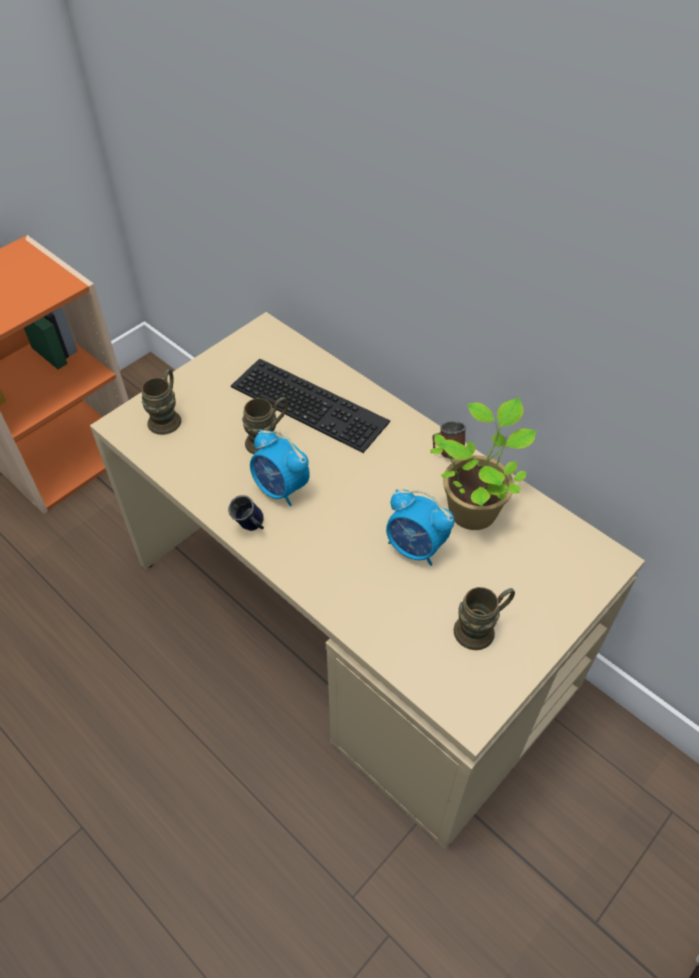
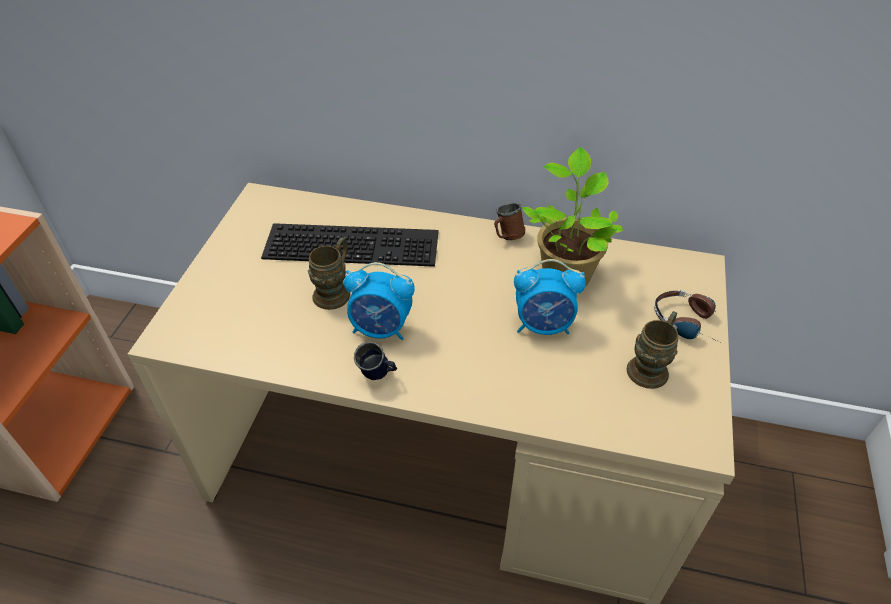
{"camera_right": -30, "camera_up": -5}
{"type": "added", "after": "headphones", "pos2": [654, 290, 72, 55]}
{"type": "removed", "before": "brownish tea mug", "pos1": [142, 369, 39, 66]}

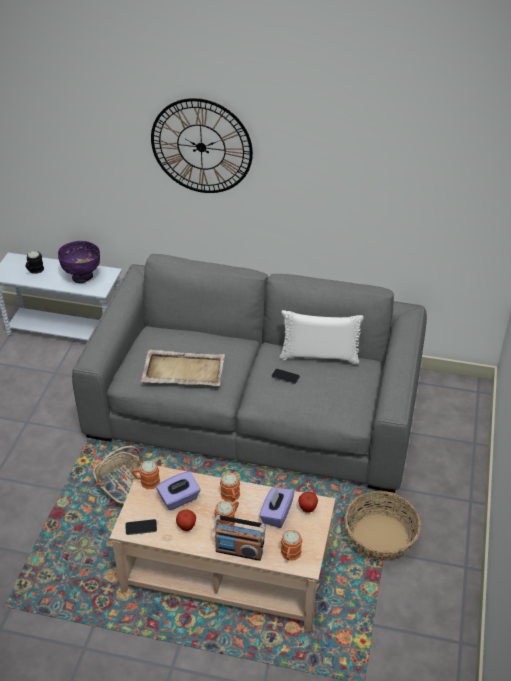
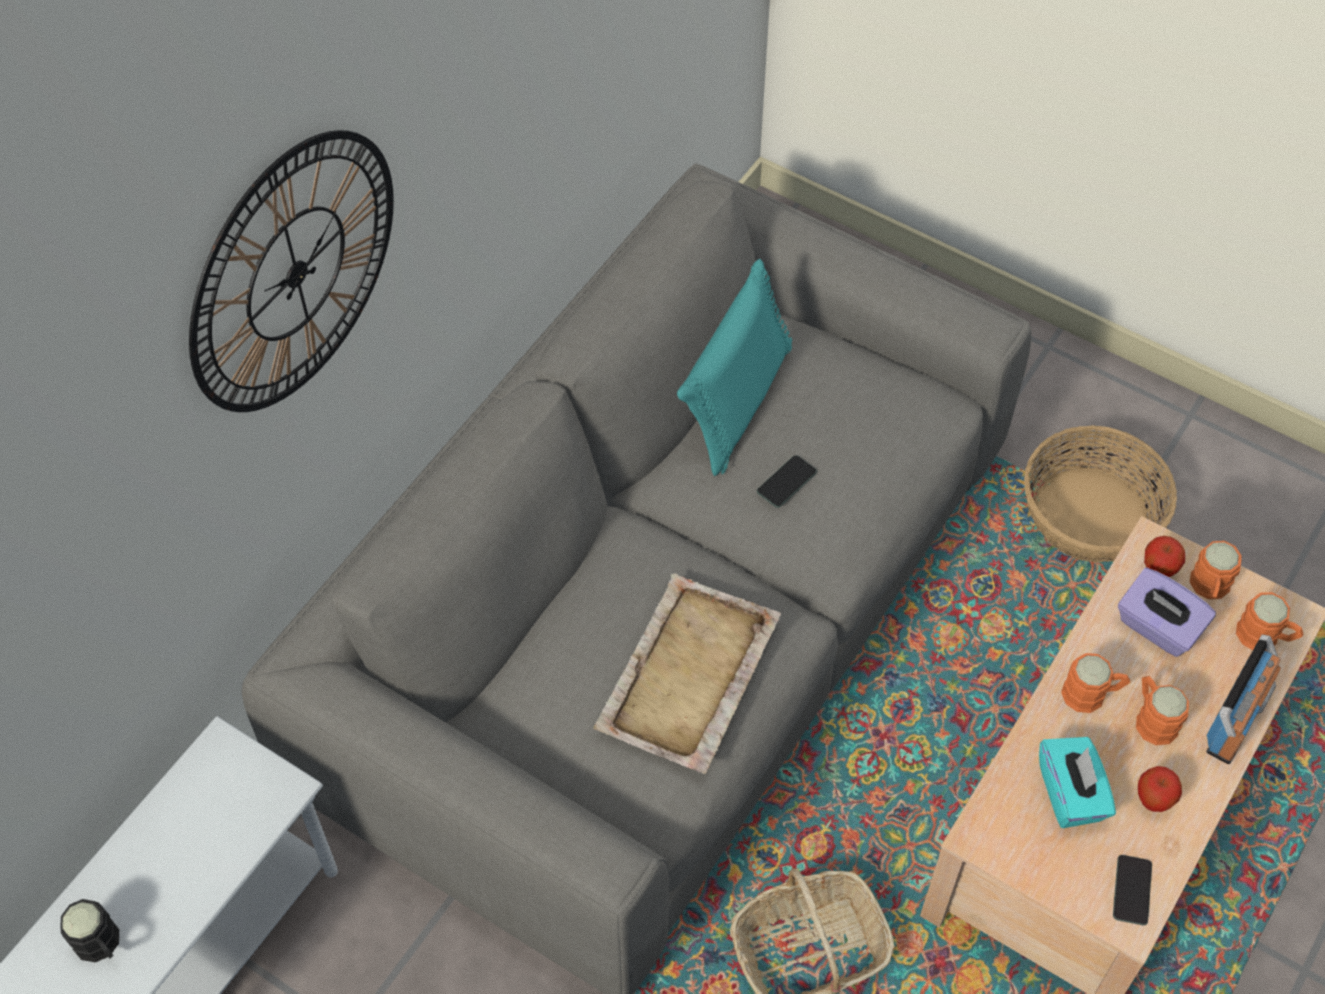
{"camera_right": -70, "camera_up": 15}
{"type": "recoloured", "before": "white throw pillow", "after": "turquoise-coloured throw pillow", "pos1": [279, 310, 85, 54], "pos2": [677, 259, 115, 217]}
{"type": "recoloured", "before": "purple tissue box", "after": "turquoise-coloured tissue box", "pos1": [156, 471, 45, 39], "pos2": [1039, 737, 77, 91]}
{"type": "moved", "before": "orange tea mug", "pos1": [131, 461, 29, 28], "pos2": [1190, 541, 52, 58]}
{"type": "removed", "before": "purple serving bowl", "pos1": [58, 241, 42, 42]}

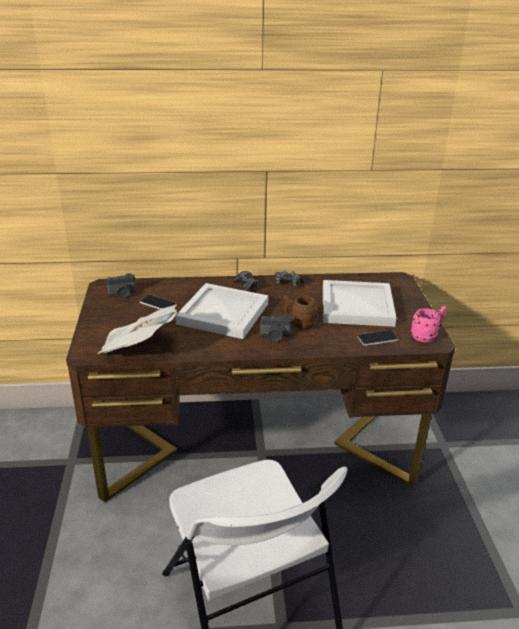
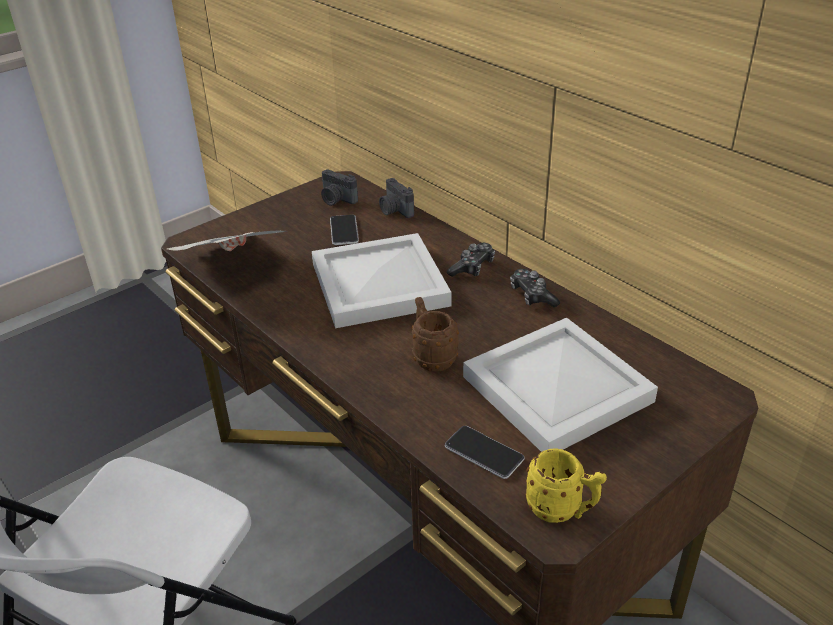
{"camera_right": 55, "camera_up": 5}
{"type": "moved", "before": "photo camera", "pos1": [260, 315, 31, 27], "pos2": [379, 178, 35, 40]}
{"type": "recoloured", "before": "pink tea mug", "after": "yellow tea mug", "pos1": [411, 306, 36, 37], "pos2": [525, 448, 82, 75]}

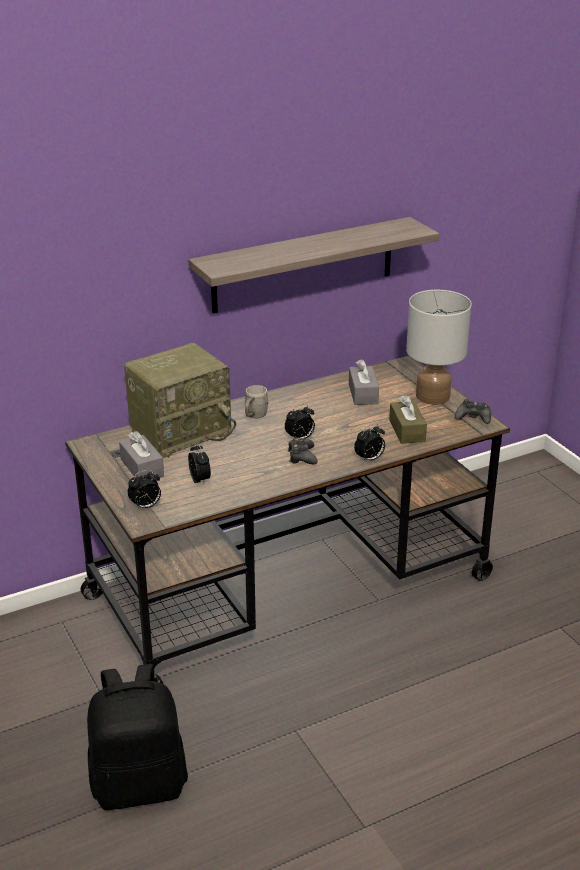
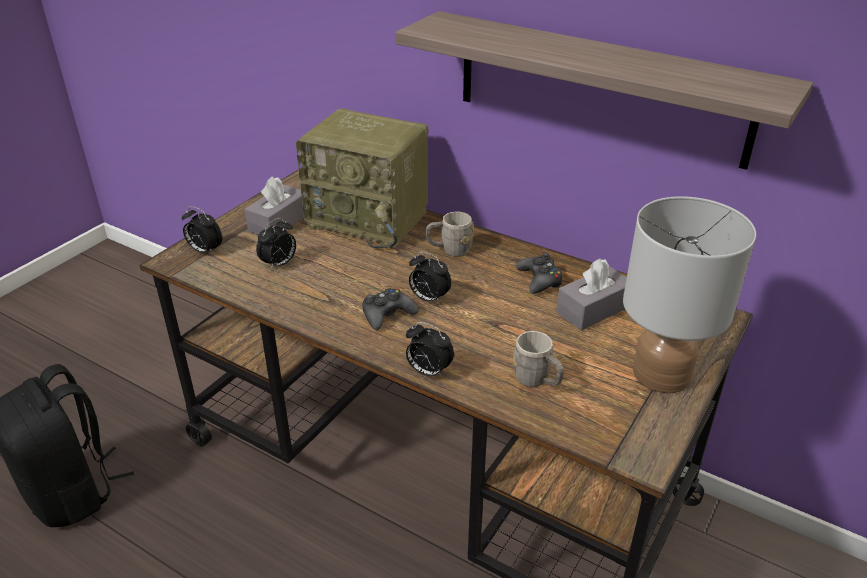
{"camera_right": 60, "camera_up": 5}
{"type": "replaced", "before": "brownish tissue box", "after": "gray tea mug", "pos1": [389, 395, 38, 49], "pos2": [513, 331, 51, 56]}
{"type": "moved", "before": "black-coloured gamepad", "pos1": [455, 399, 36, 25], "pos2": [516, 253, 46, 41]}

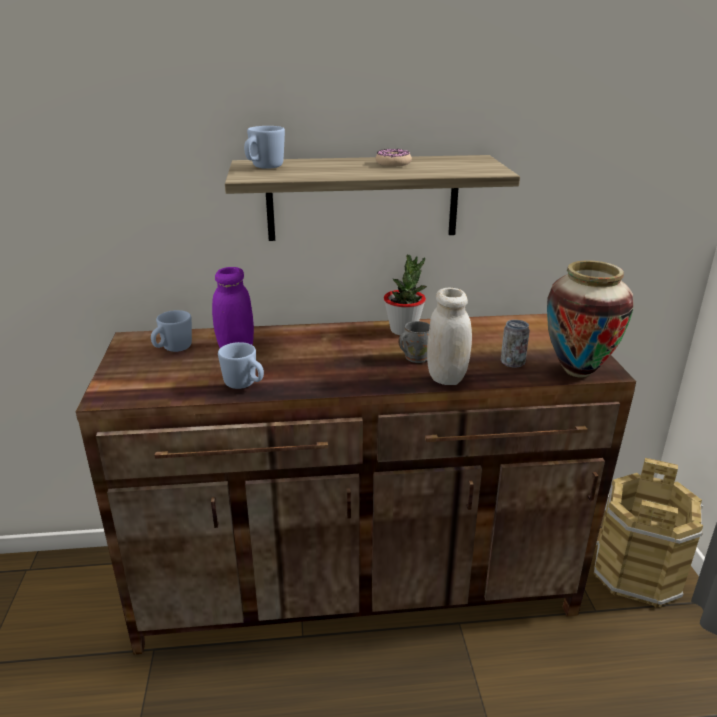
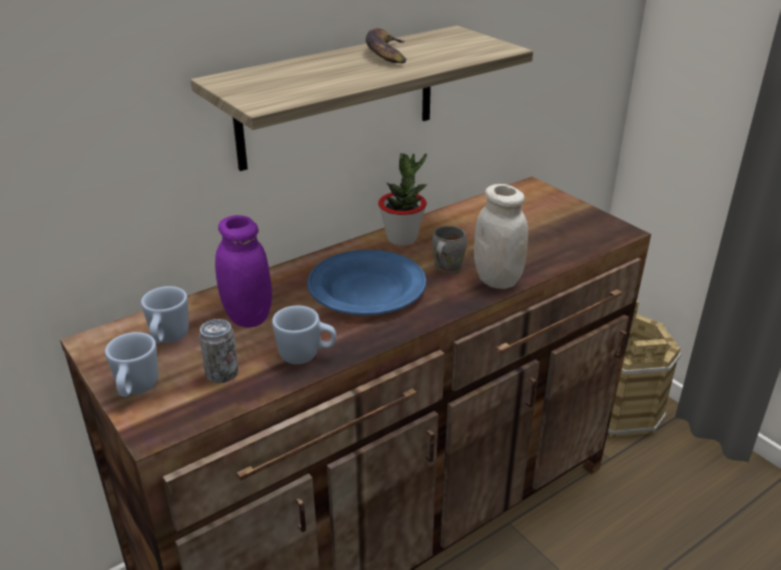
{"camera_right": -30, "camera_up": 5}
{"type": "moved", "before": "bluish tea mug", "pos1": [244, 126, 41, 43], "pos2": [105, 332, 53, 65]}
{"type": "moved", "before": "sealed can", "pos1": [501, 320, 29, 48], "pos2": [199, 319, 40, 64]}
{"type": "added", "after": "bluish dinner plate", "pos2": [308, 250, 118, 65]}
{"type": "replaced", "before": "doughnut", "after": "banana fruit", "pos1": [376, 149, 36, 18], "pos2": [366, 28, 40, 36]}
{"type": "removed", "before": "vase", "pos1": [547, 260, 86, 118]}

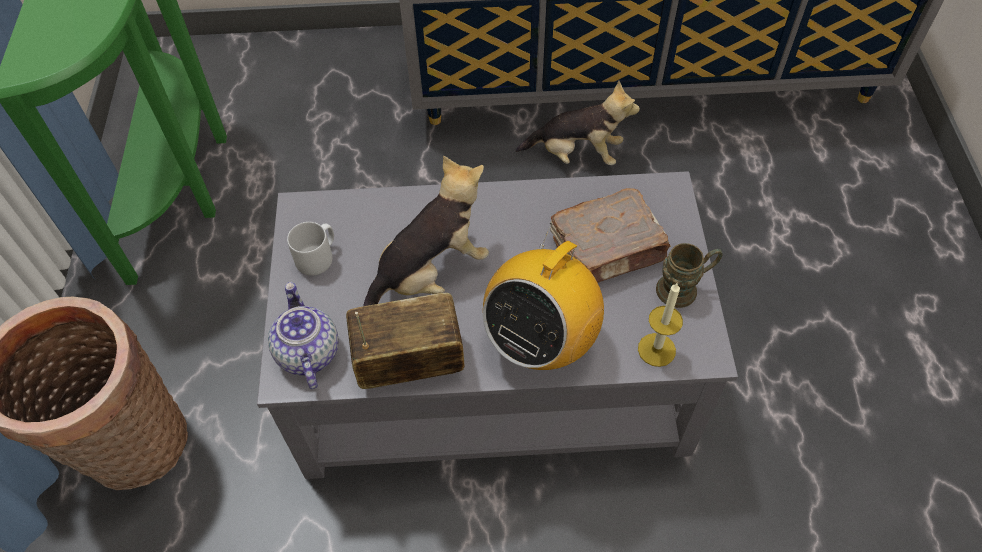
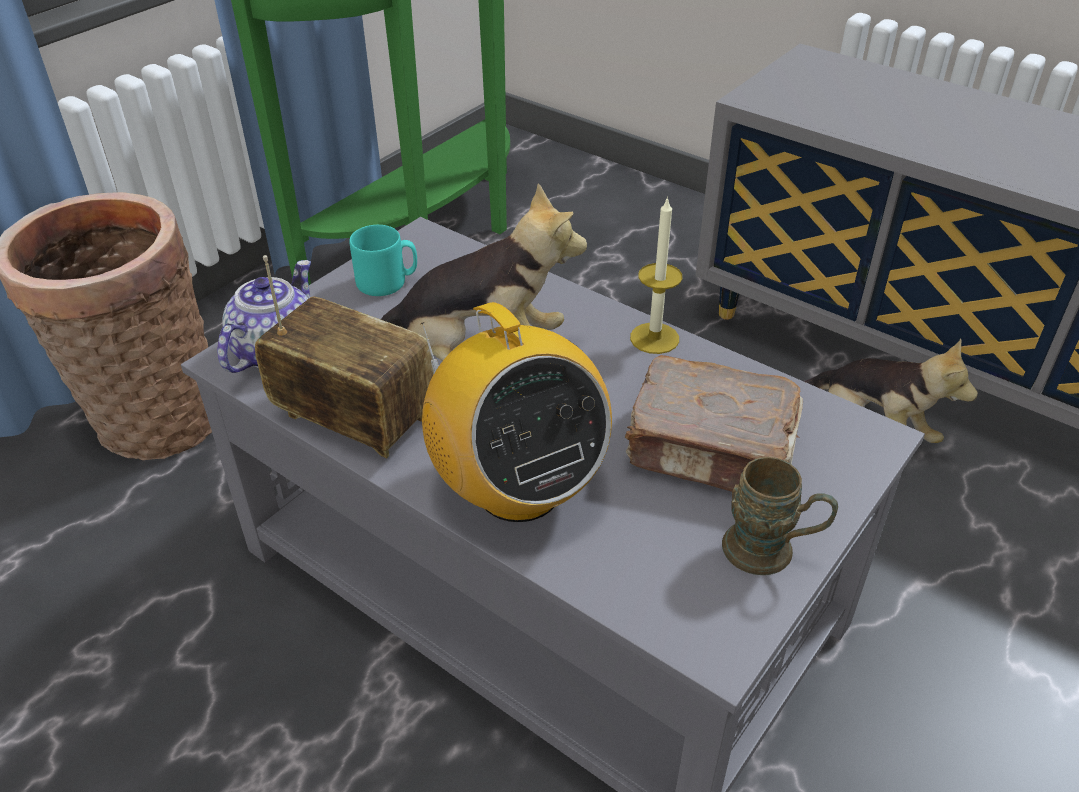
{"camera_right": 40, "camera_up": -15}
{"type": "recoloured", "before": "gray tea mug", "after": "turquoise-coloured tea mug", "pos1": [287, 222, 47, 54], "pos2": [349, 225, 68, 71]}
{"type": "turned", "before": "radio set", "pos1": [483, 223, 121, 147], "pos2": [421, 302, 191, 220], "turn": -105}
{"type": "moved", "before": "candle", "pos1": [638, 283, 45, 84], "pos2": [630, 196, 52, 158]}

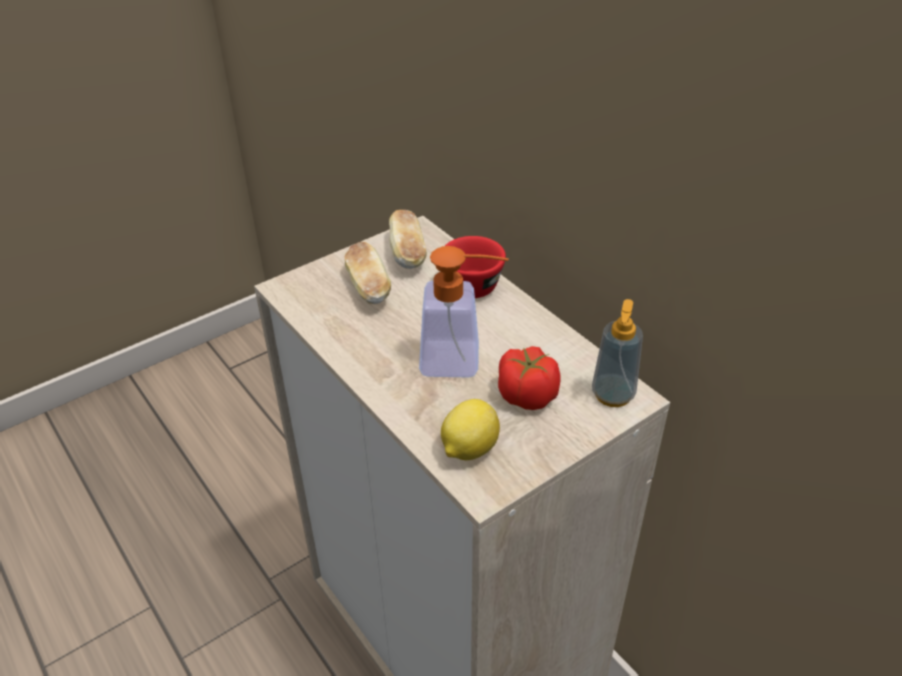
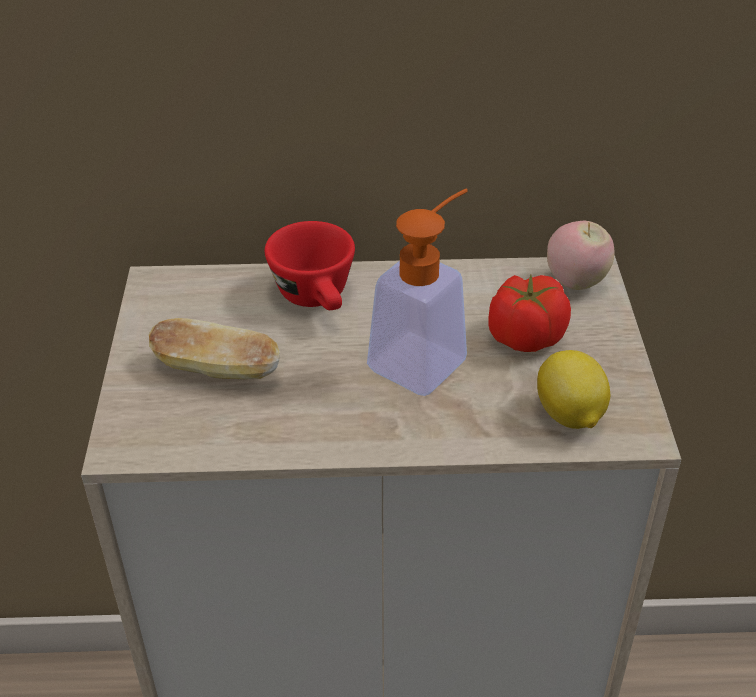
{"camera_right": -55, "camera_up": 0}
{"type": "replaced", "before": "soap bottle", "after": "apple fruit", "pos1": [592, 299, 51, 108], "pos2": [547, 221, 67, 69]}
{"type": "removed", "before": "bread", "pos1": [389, 210, 38, 59]}

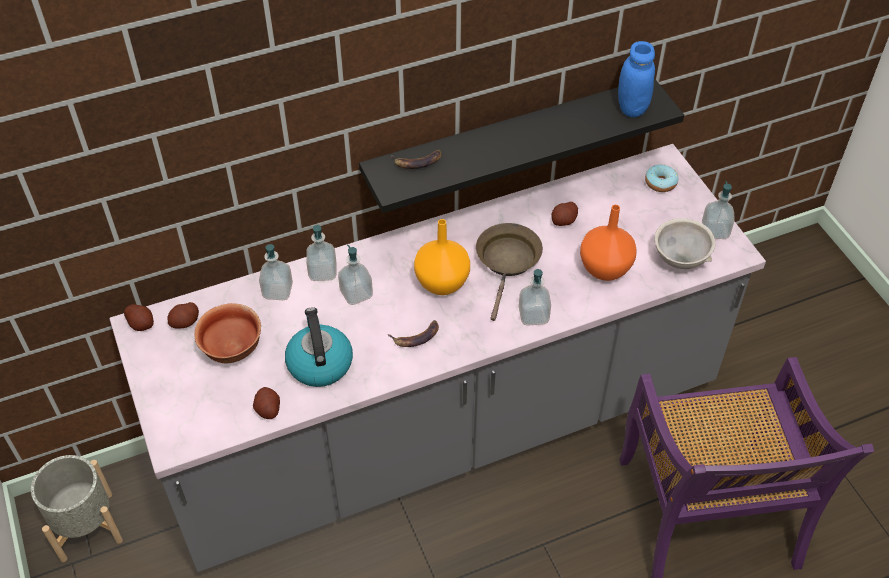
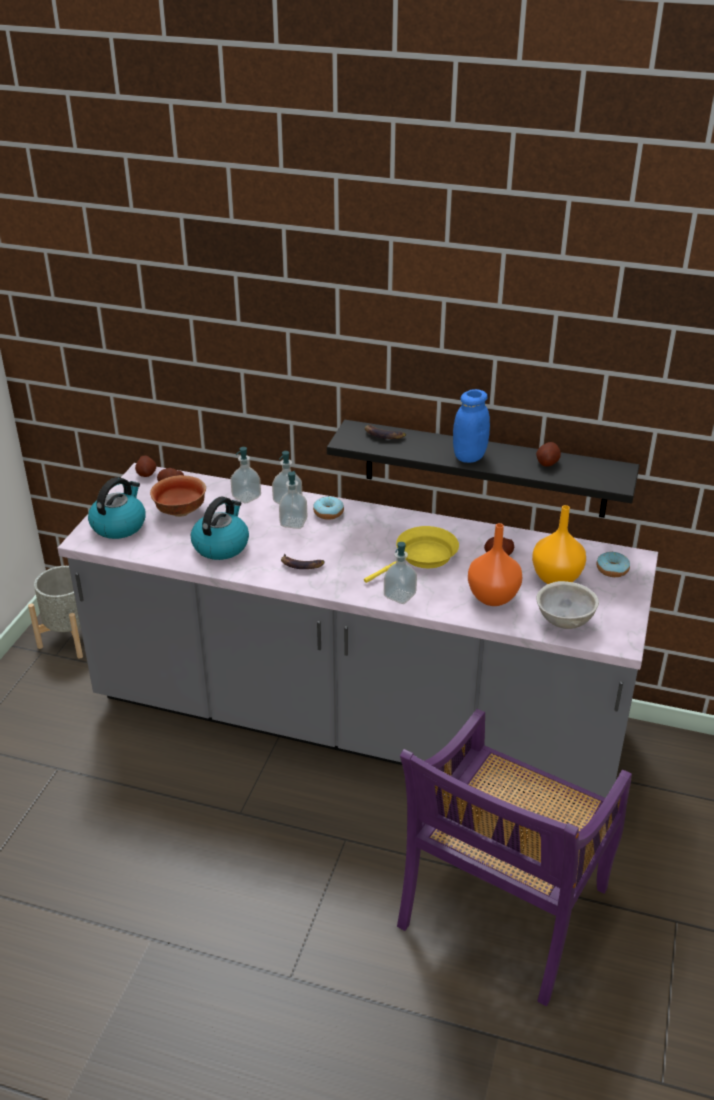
{"camera_right": 40, "camera_up": -15}
{"type": "added", "after": "water kettle", "pos2": [88, 477, 58, 62]}
{"type": "added", "after": "doughnut", "pos2": [313, 496, 31, 24]}
{"type": "recoloured", "before": "brownish frying pan", "after": "yellow frying pan", "pos1": [476, 223, 67, 98], "pos2": [364, 526, 95, 57]}
{"type": "moved", "before": "bluish preserve jar", "pos1": [618, 41, 37, 76], "pos2": [453, 389, 37, 74]}
{"type": "moved", "before": "orange vase", "pos1": [414, 219, 56, 76], "pos2": [532, 505, 54, 79]}
{"type": "moved", "before": "potato", "pos1": [253, 387, 27, 32], "pos2": [536, 442, 25, 25]}
{"type": "removed", "before": "soap bottle", "pos1": [702, 181, 33, 58]}

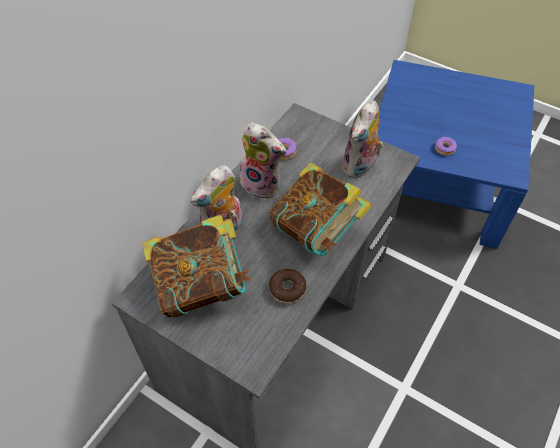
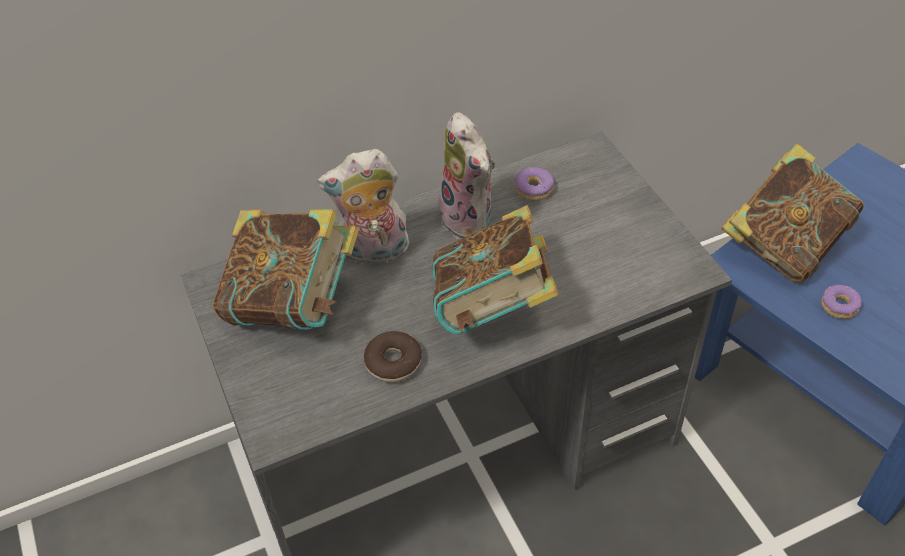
{"camera_right": 35, "camera_up": -5}
{"type": "added", "after": "volume", "pos2": [721, 143, 143, 140]}
{"type": "removed", "before": "plush toy", "pos1": [341, 100, 42, 79]}

